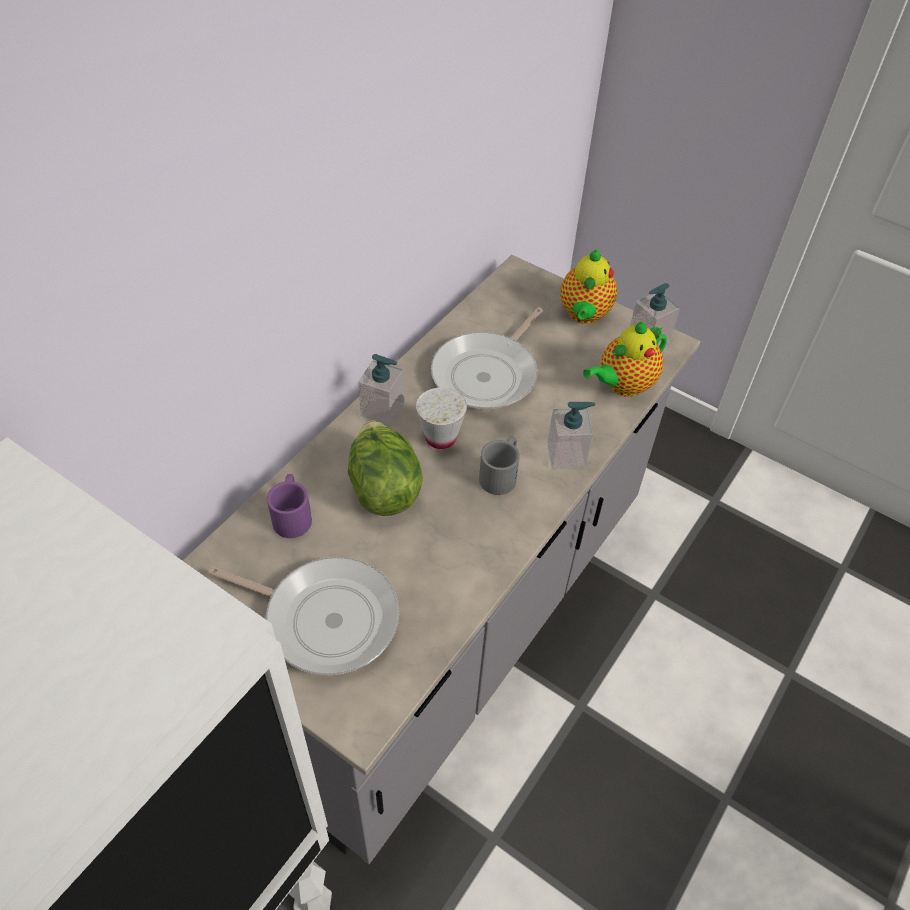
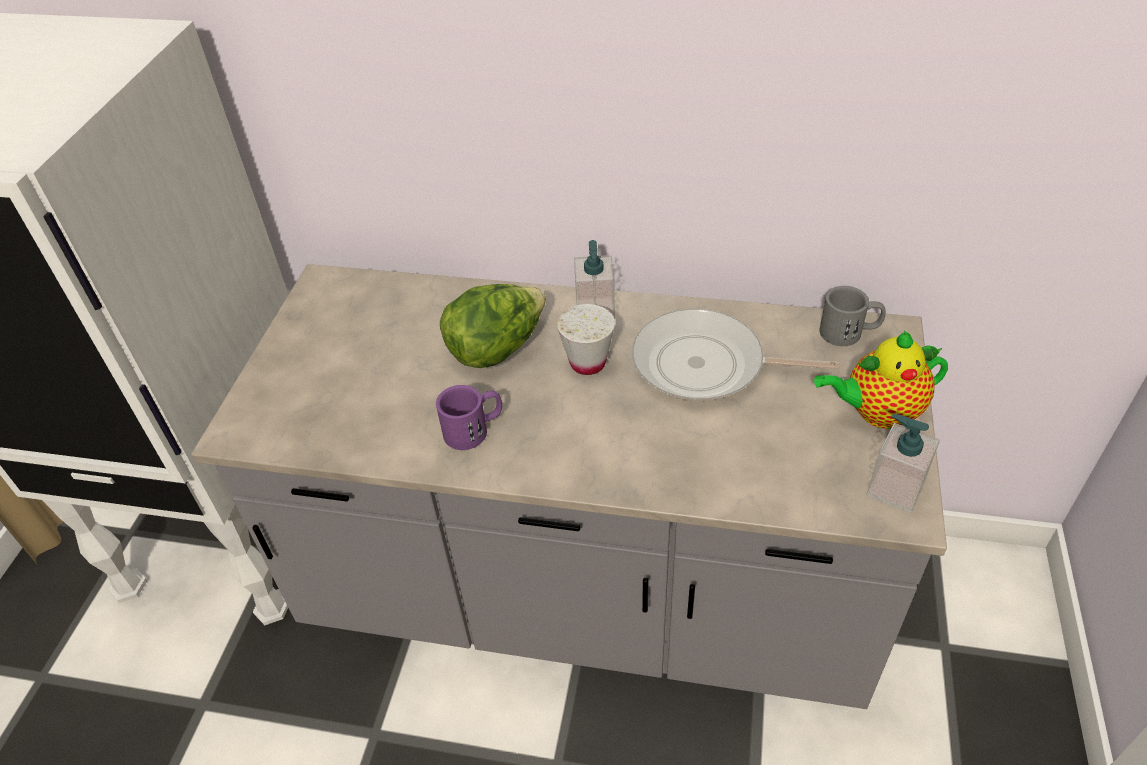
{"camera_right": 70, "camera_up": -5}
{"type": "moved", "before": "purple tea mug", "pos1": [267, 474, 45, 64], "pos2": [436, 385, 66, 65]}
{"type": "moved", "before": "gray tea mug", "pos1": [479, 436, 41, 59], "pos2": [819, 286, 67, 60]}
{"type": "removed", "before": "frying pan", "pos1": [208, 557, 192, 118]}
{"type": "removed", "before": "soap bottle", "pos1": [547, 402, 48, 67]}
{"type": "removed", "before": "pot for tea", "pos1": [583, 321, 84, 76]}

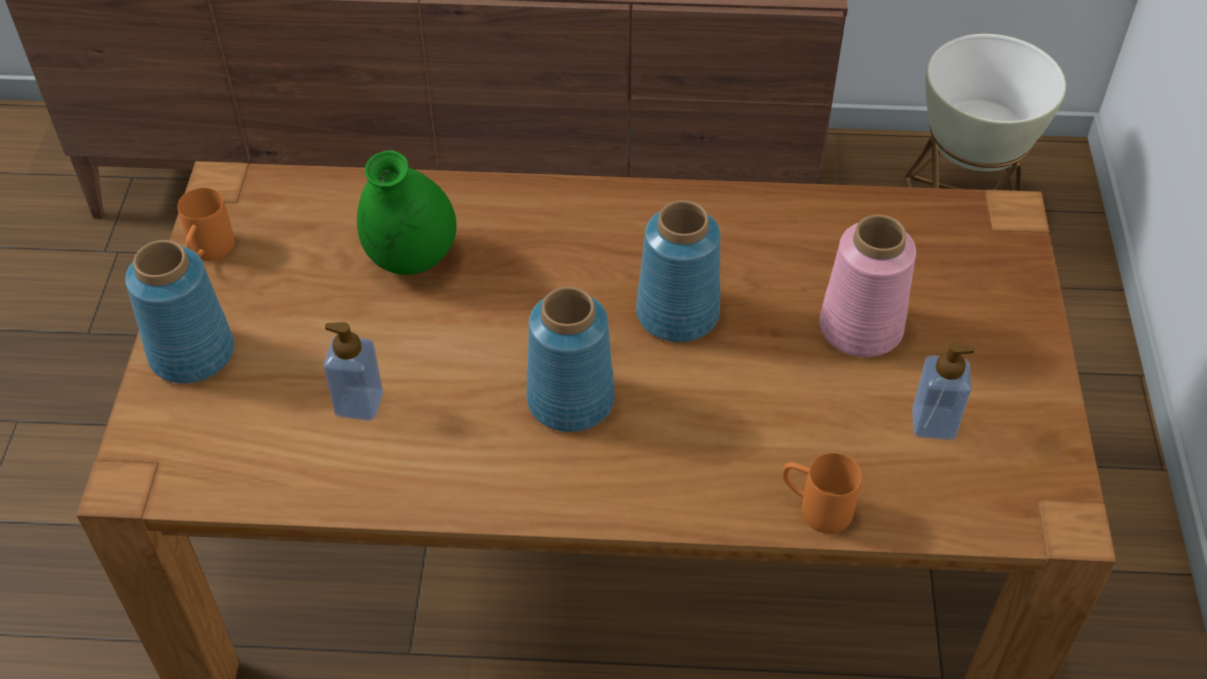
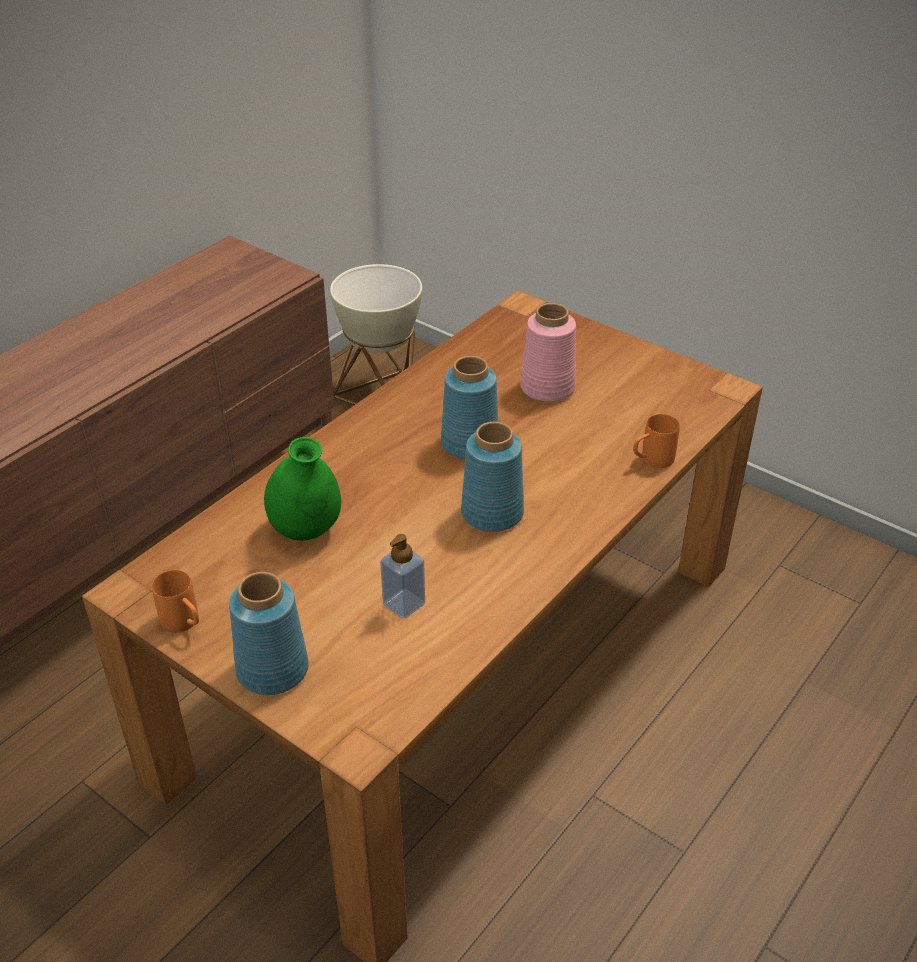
{"camera_right": -55, "camera_up": -10}
{"type": "removed", "before": "soap bottle", "pos1": [912, 342, 63, 98]}

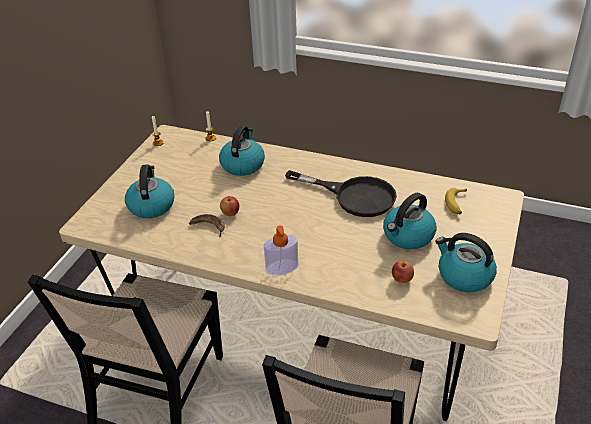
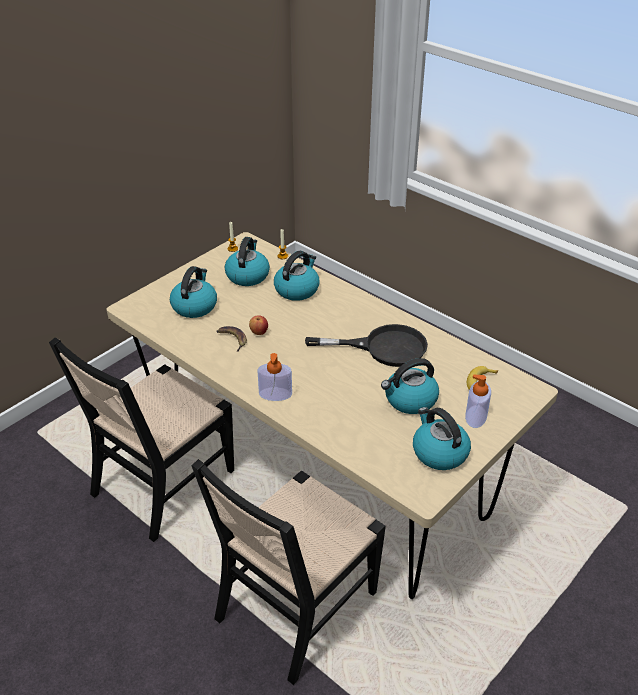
{"camera_right": 20, "camera_up": 0}
{"type": "added", "after": "water kettle", "pos2": [225, 237, 45, 49]}
{"type": "turned", "before": "black-coloured frying pan", "pos1": [285, 170, 112, 47], "pos2": [305, 324, 123, 43], "turn": -45}
{"type": "added", "after": "soap bottle", "pos2": [465, 375, 26, 53]}
{"type": "removed", "before": "apple fruit", "pos1": [392, 260, 22, 23]}

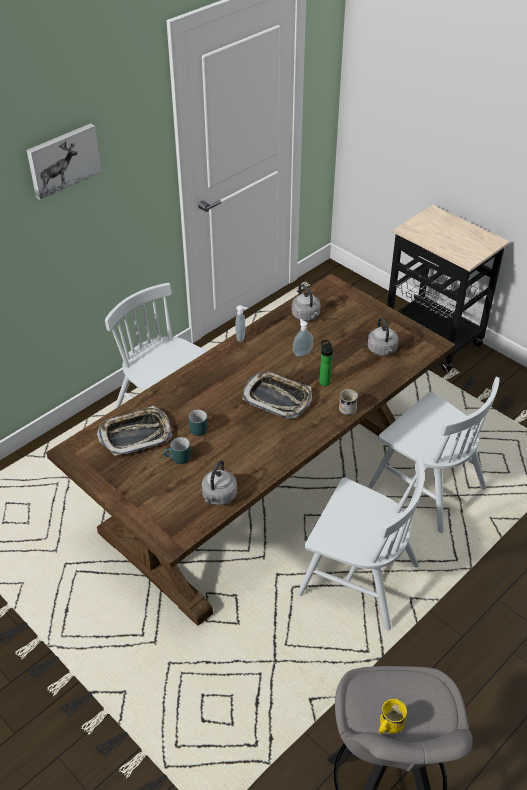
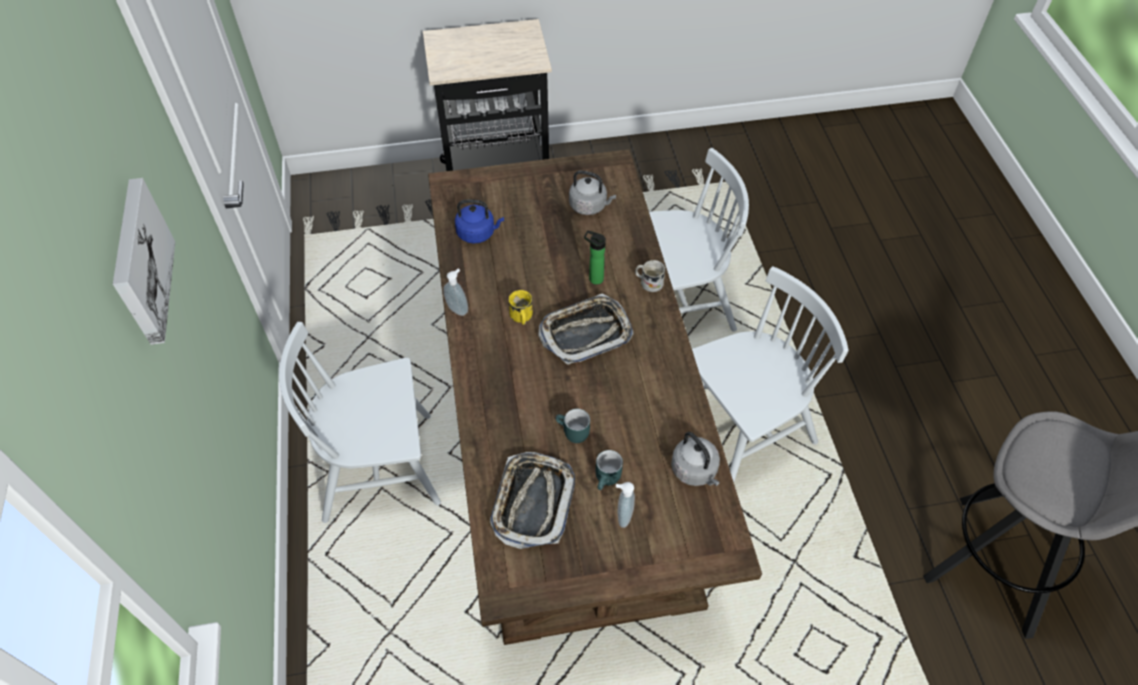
{"camera_right": -55, "camera_up": 10}
{"type": "recoloured", "before": "gray water kettle", "after": "bluish water kettle", "pos1": [291, 284, 30, 37], "pos2": [455, 200, 49, 43]}
{"type": "moved", "before": "yellow tea mug", "pos1": [379, 699, 28, 35], "pos2": [508, 290, 25, 35]}
{"type": "moved", "before": "soap bottle", "pos1": [293, 319, 20, 38], "pos2": [616, 482, 19, 46]}

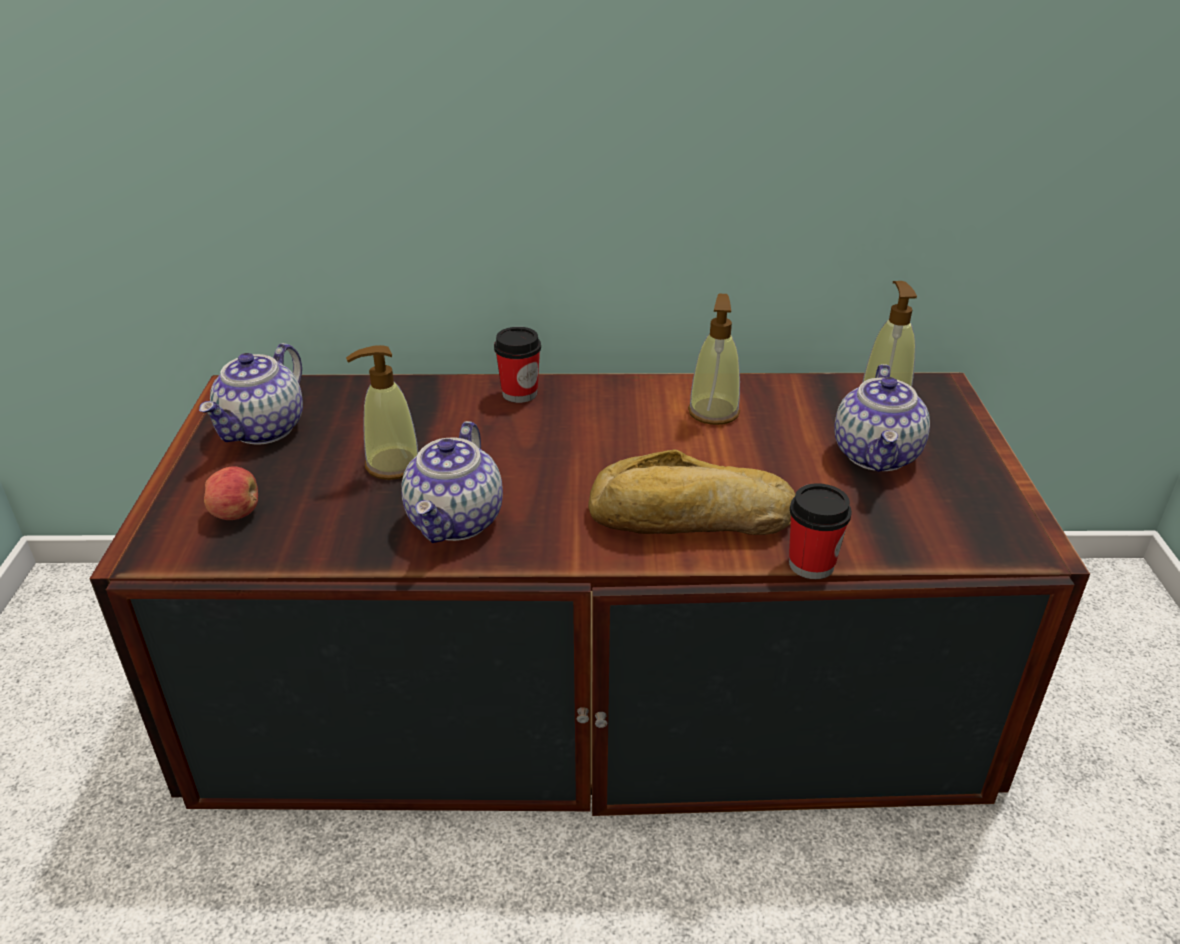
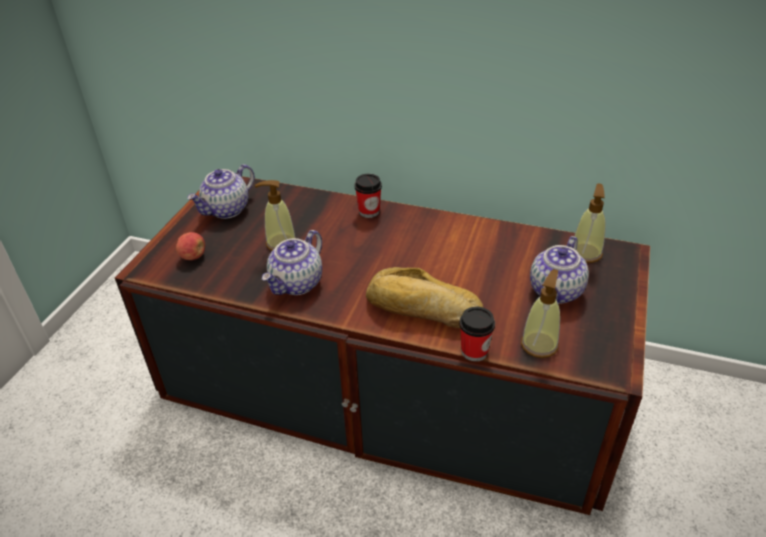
{"camera_right": 20, "camera_up": 5}
{"type": "moved", "before": "soap bottle", "pos1": [688, 294, 52, 131], "pos2": [521, 269, 39, 89]}

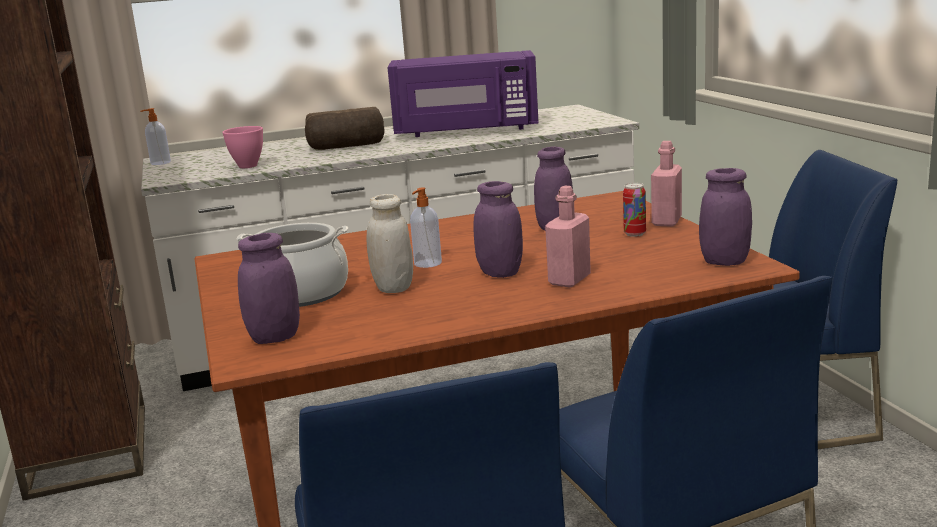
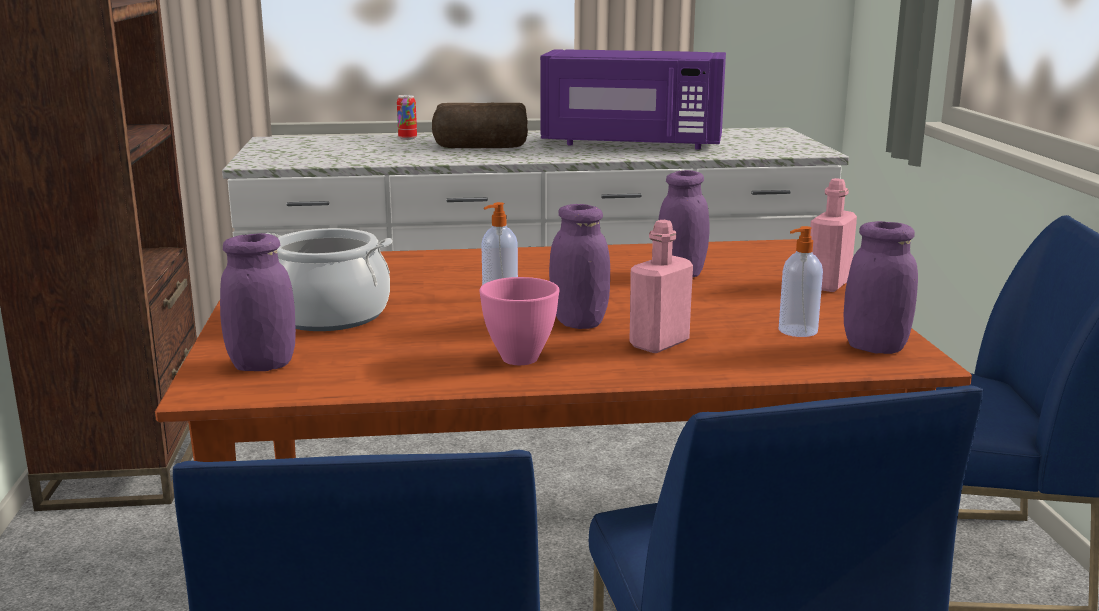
{"camera_right": 10, "camera_up": 0}
{"type": "moved", "before": "sealed can", "pos1": [623, 183, 23, 54], "pos2": [397, 95, 20, 45]}
{"type": "moved", "before": "pink serving bowl", "pos1": [222, 126, 41, 42], "pos2": [479, 277, 80, 88]}
{"type": "moved", "before": "soap bottle", "pos1": [140, 108, 31, 57], "pos2": [779, 226, 44, 111]}
{"type": "removed", "before": "white preserve jar", "pos1": [367, 194, 46, 99]}

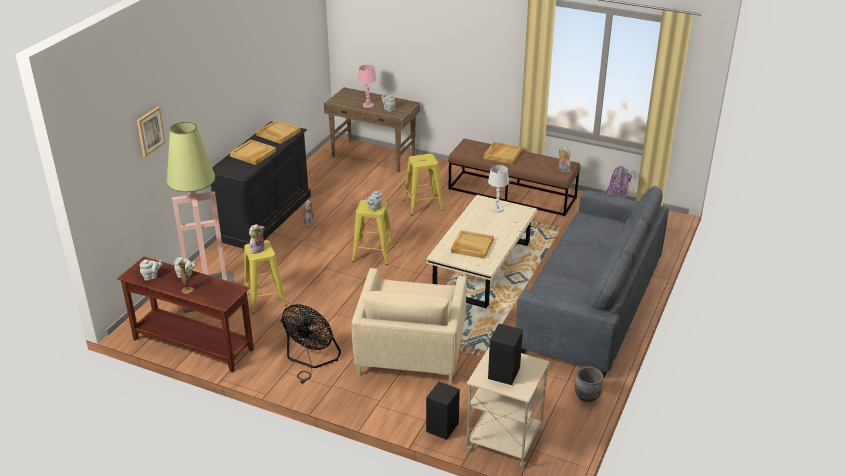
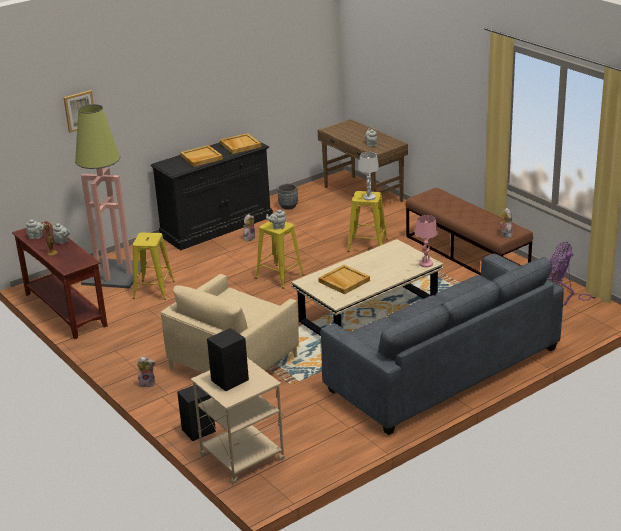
{"camera_right": 30, "camera_up": -5}
{"type": "moved", "before": "plush toy", "pos1": [249, 224, 16, 30], "pos2": [137, 357, 19, 31]}
{"type": "moved", "before": "gray flower pot", "pos1": [575, 366, 28, 36], "pos2": [277, 183, 21, 27]}
{"type": "moved", "before": "white table lamp", "pos1": [488, 165, 21, 48], "pos2": [358, 152, 21, 48]}
{"type": "moved", "before": "pink table lamp", "pos1": [358, 65, 19, 43], "pos2": [415, 215, 23, 52]}
{"type": "removed", "before": "black-coloured fan", "pos1": [280, 304, 61, 80]}
{"type": "removed", "before": "beige-coloured tray", "pos1": [484, 142, 38, 22]}

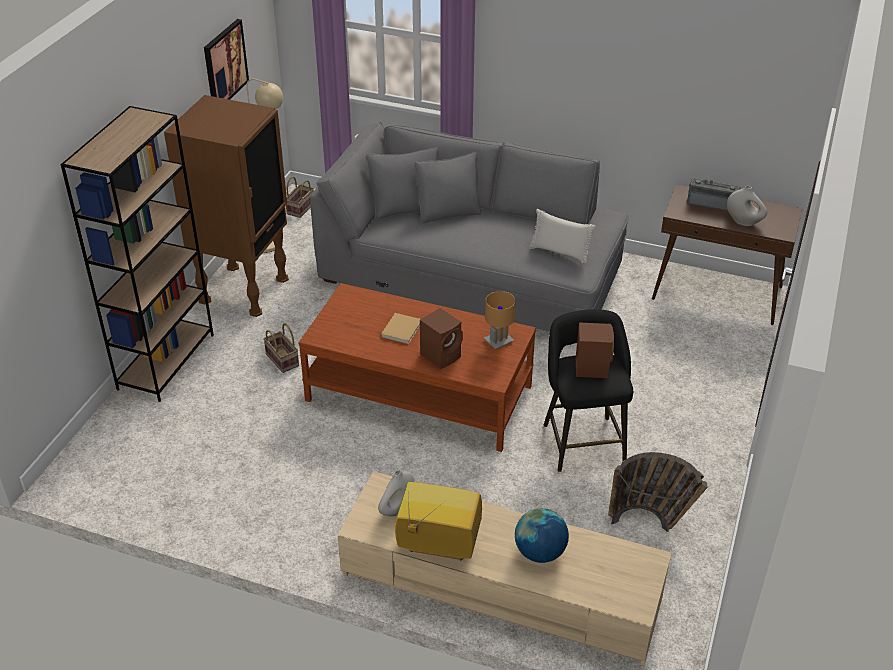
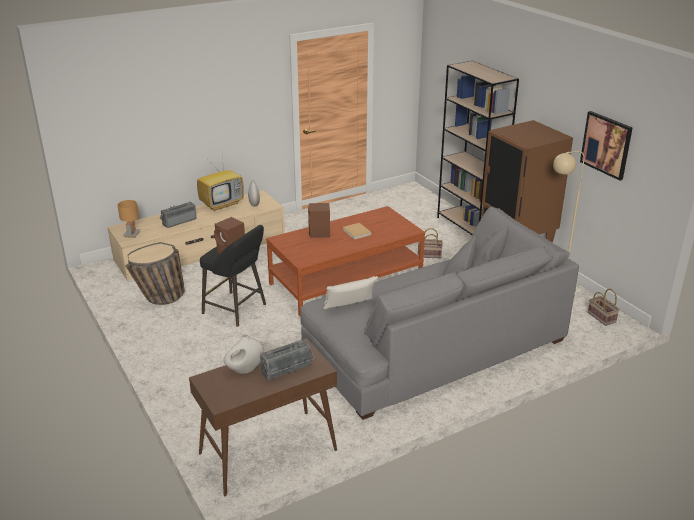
{"camera_right": 130, "camera_up": -10}
{"type": "moved", "before": "brownish table lamp", "pos1": [484, 291, 32, 59], "pos2": [118, 200, 22, 38]}
{"type": "replaced", "before": "world globe", "after": "radio set", "pos1": [515, 508, 54, 55], "pos2": [160, 202, 37, 26]}

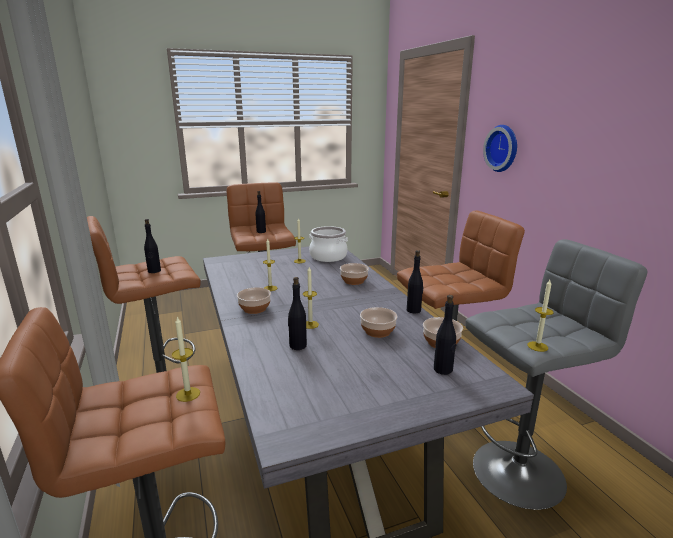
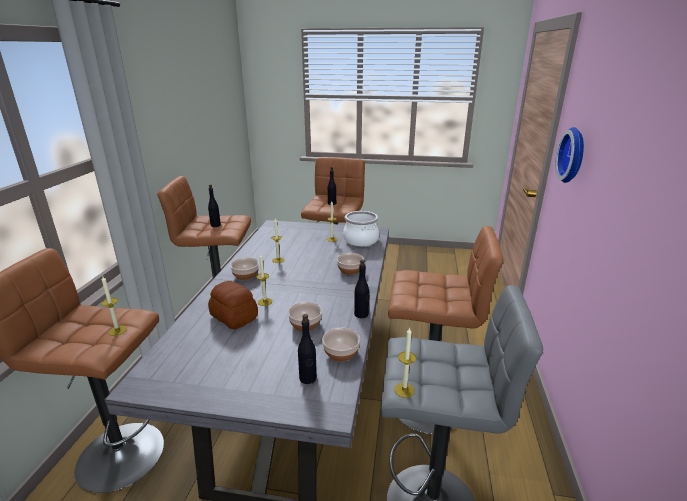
{"camera_right": 30, "camera_up": 5}
{"type": "replaced", "before": "black-coloured bottle", "after": "bread", "pos1": [288, 277, 19, 73], "pos2": [208, 281, 50, 48]}

